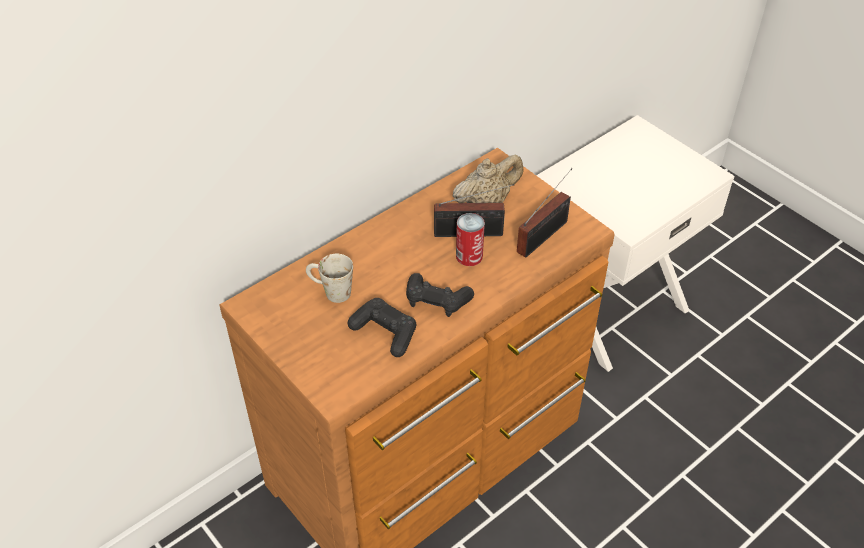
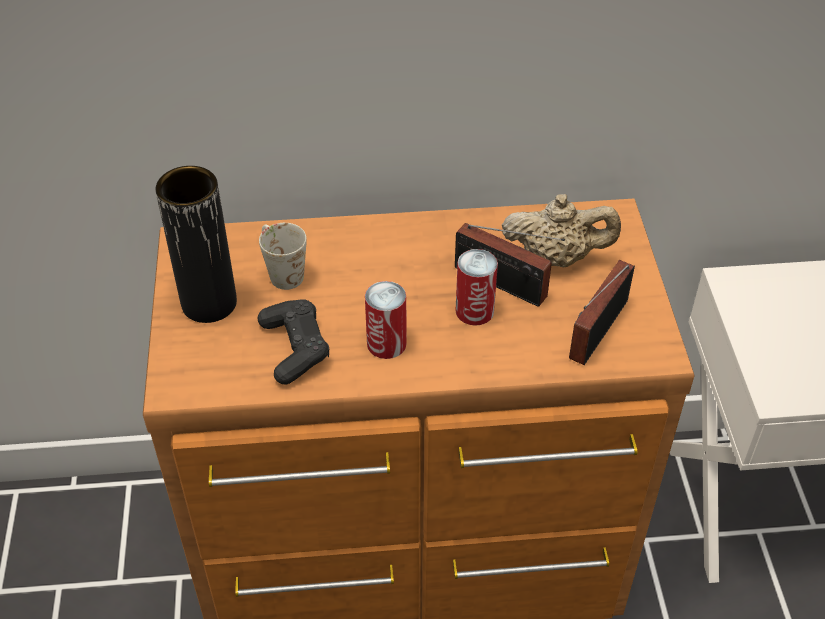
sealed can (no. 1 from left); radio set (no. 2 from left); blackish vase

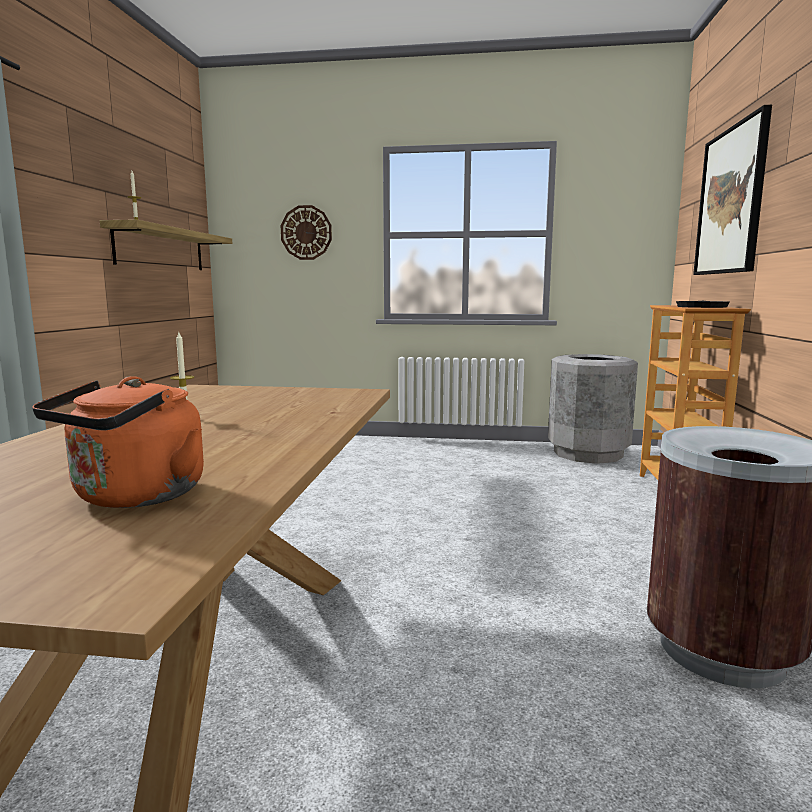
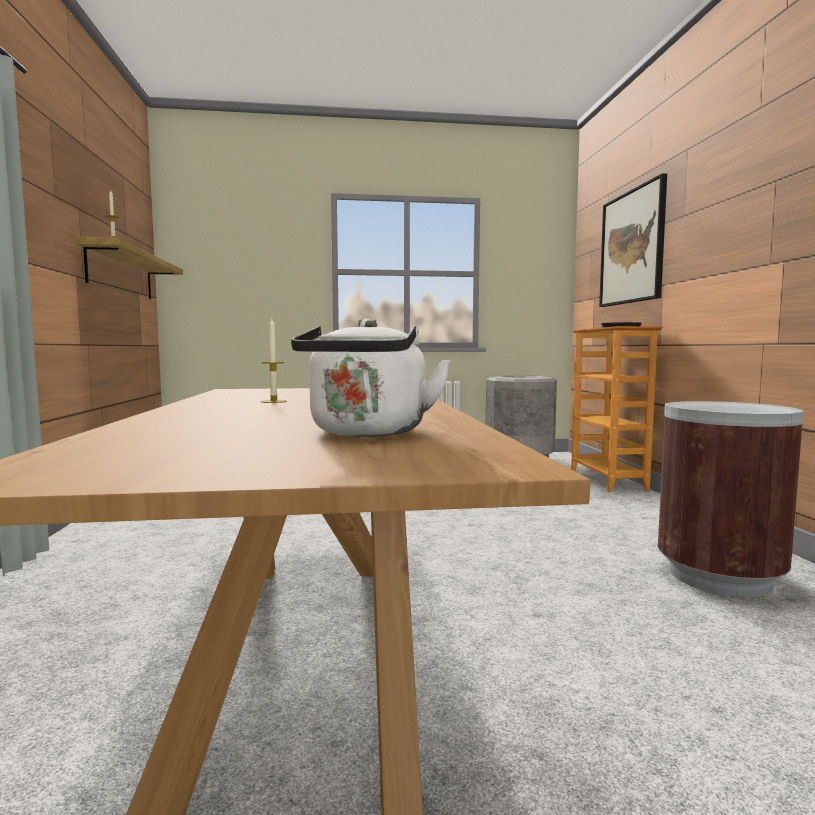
white-coloured kettle; clock on the wall

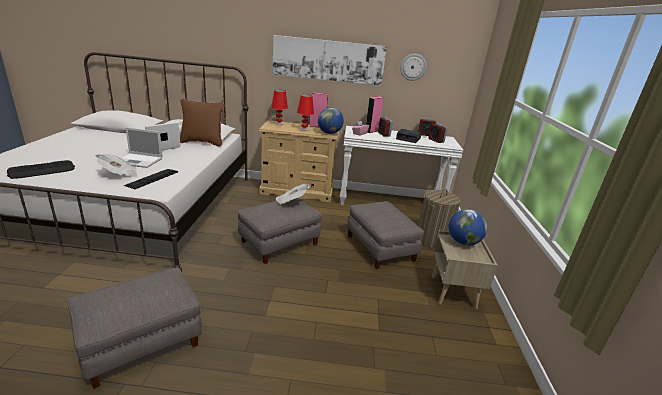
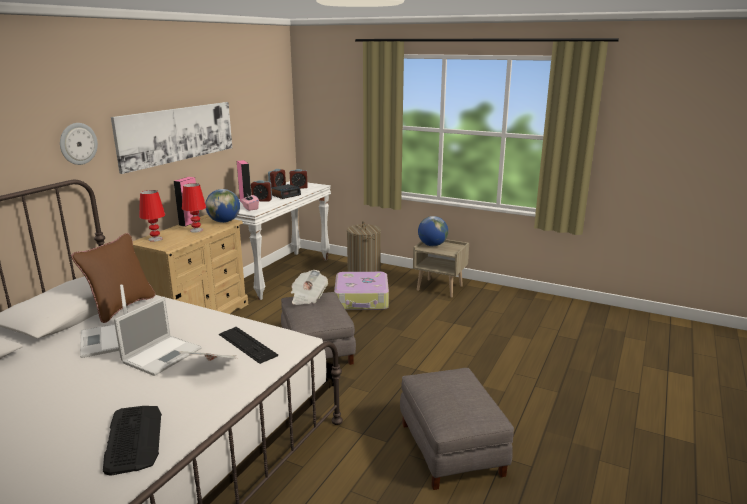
suitcase; clock on the wall

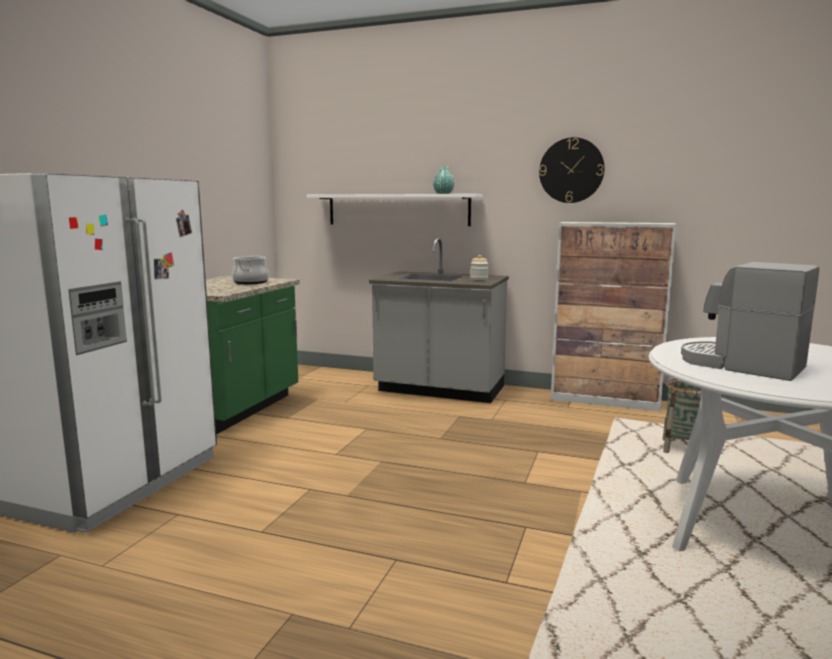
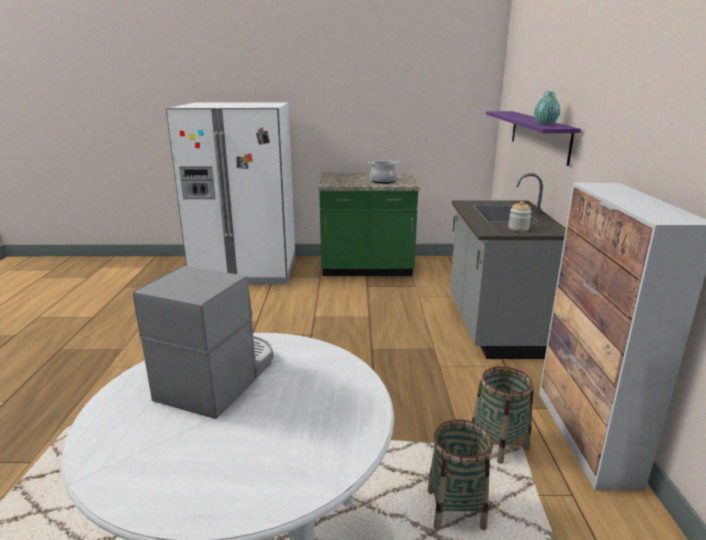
purple wall shelf; clock on the wall; household basket (no. 2 from left)

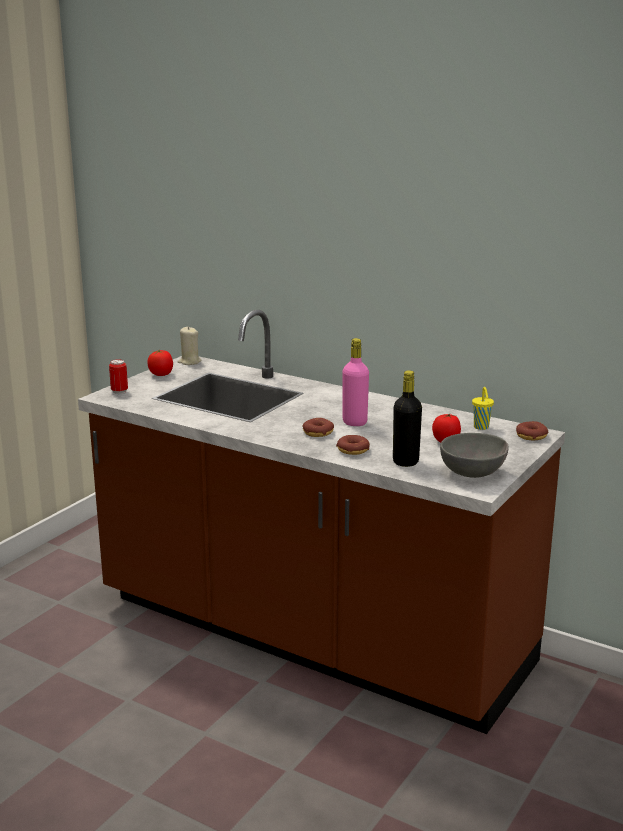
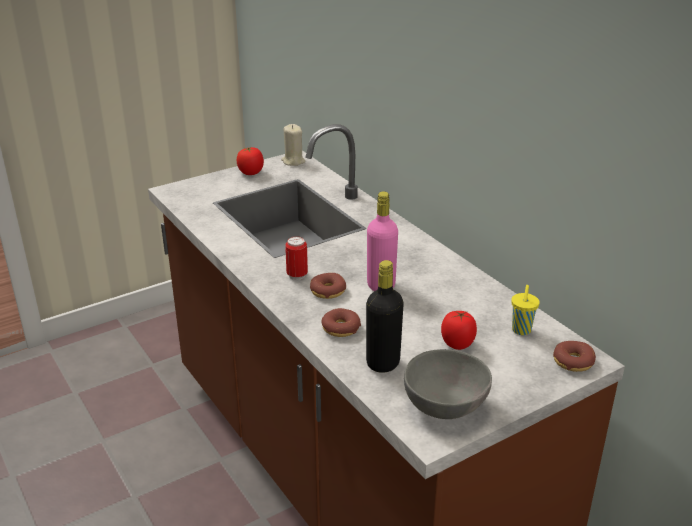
sealed can

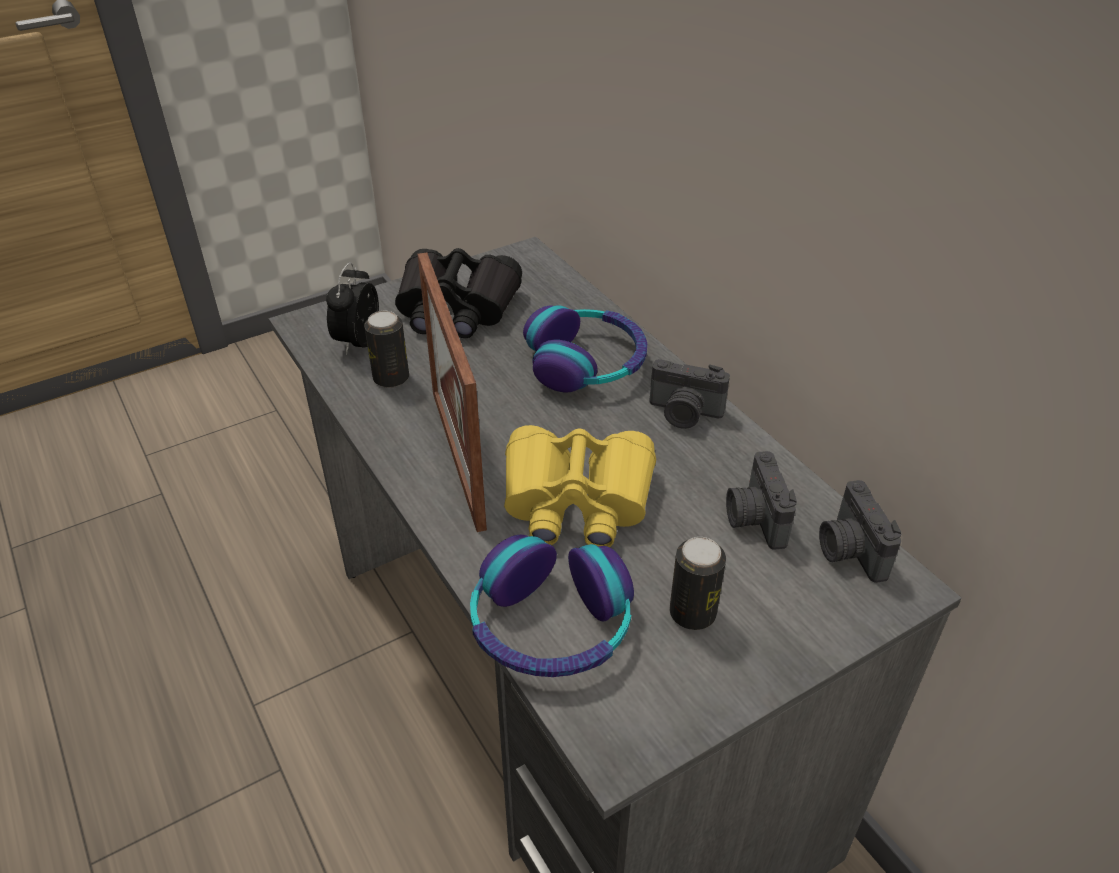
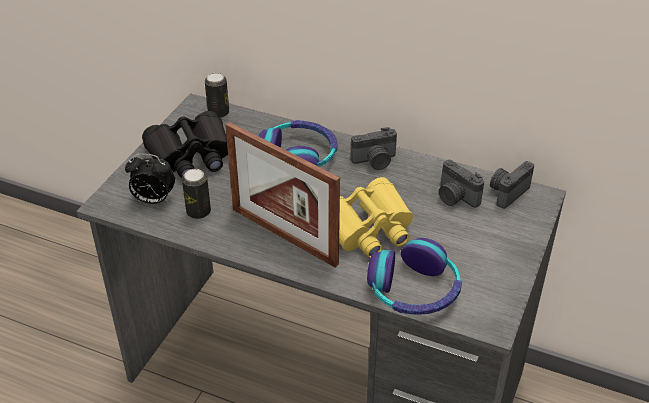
alarm clock; sealed can (no. 2 from left); photo camera (no. 3 from left)

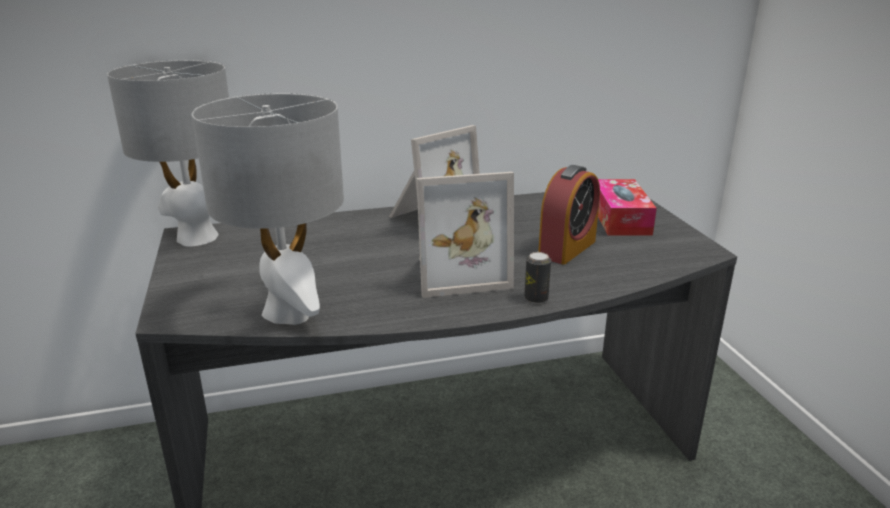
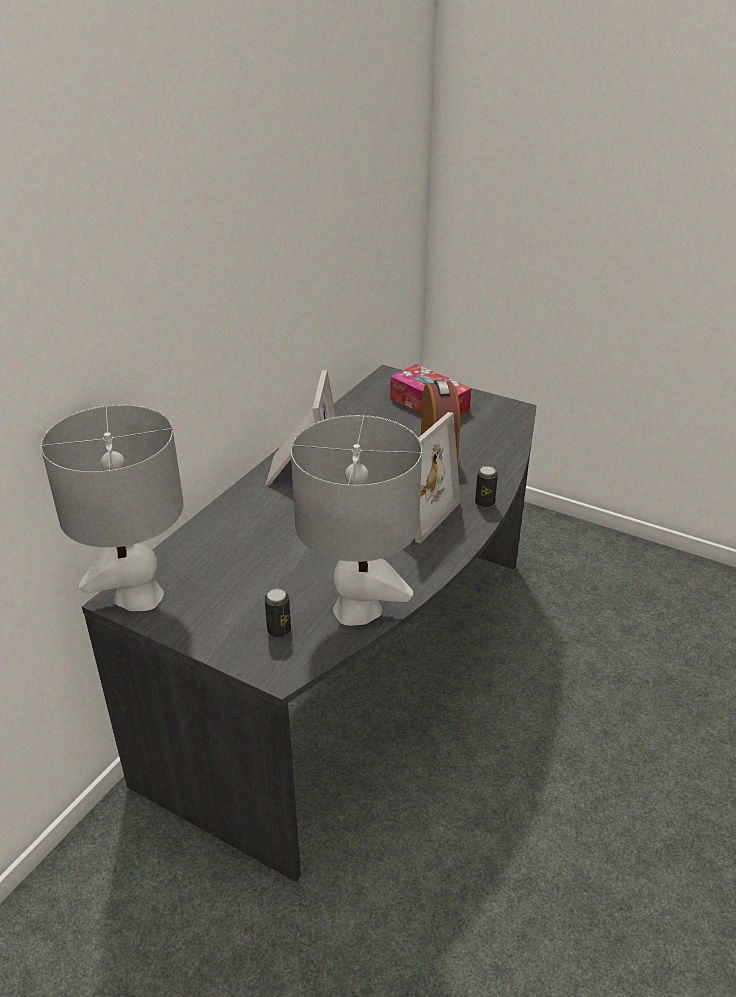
sealed can (no. 1 from left)

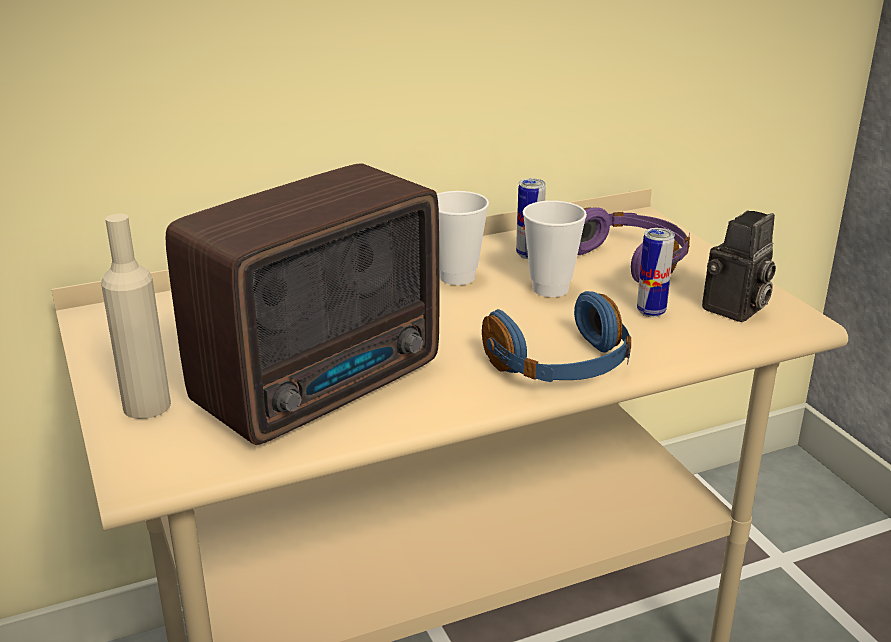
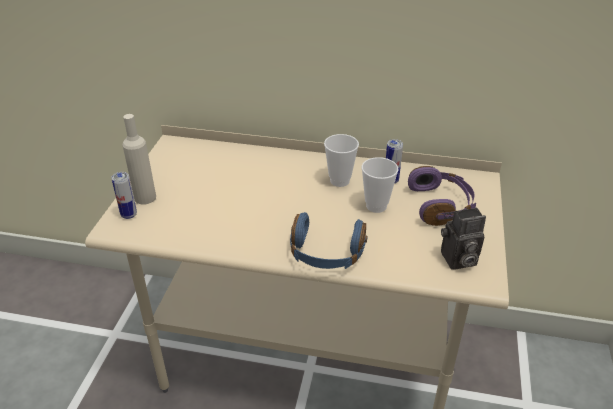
radio set; sealed can (no. 1 from left)

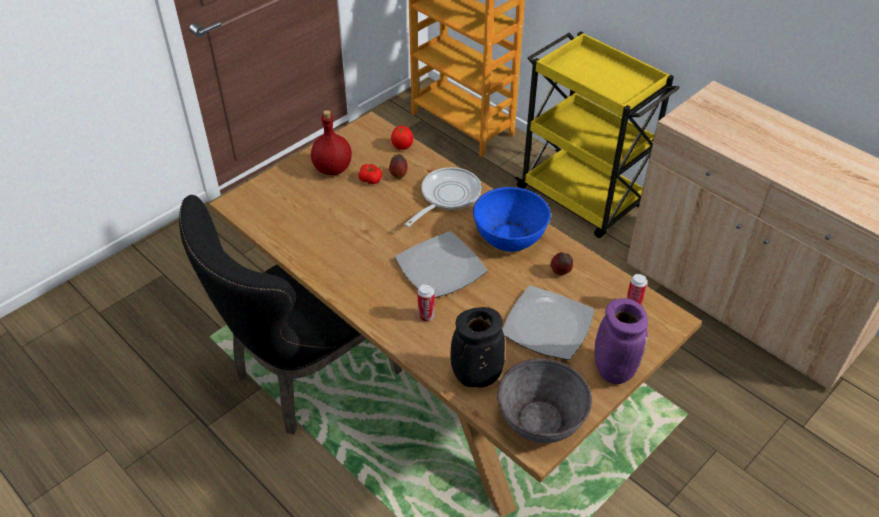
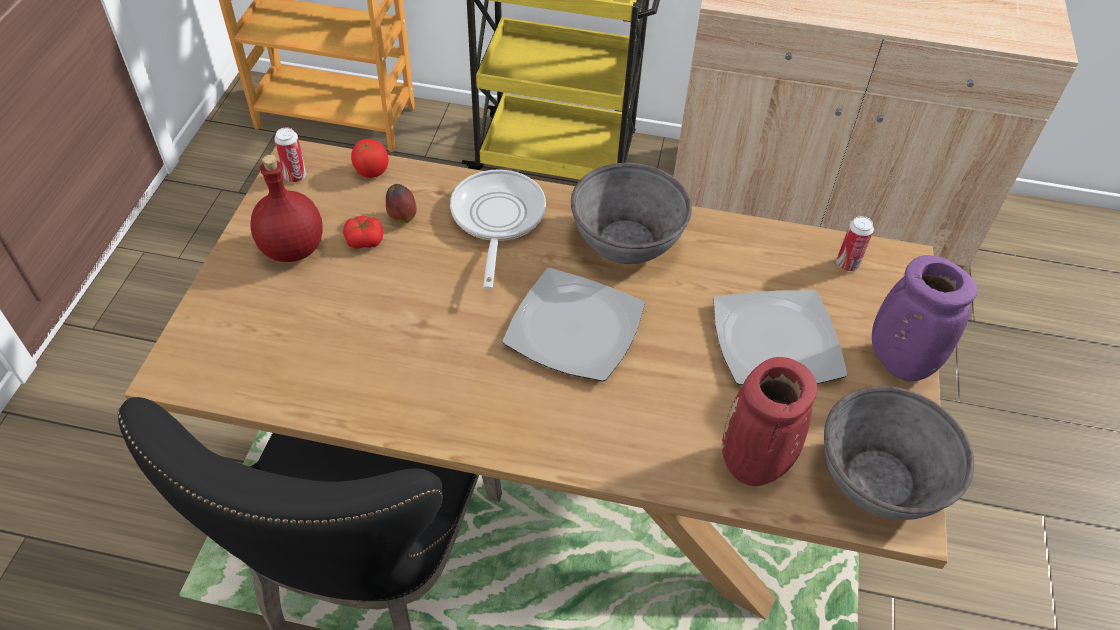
sealed can (no. 1 from left); red vase; grey bowl (no. 1 from left); apple fruit (no. 2 from left in the first image)

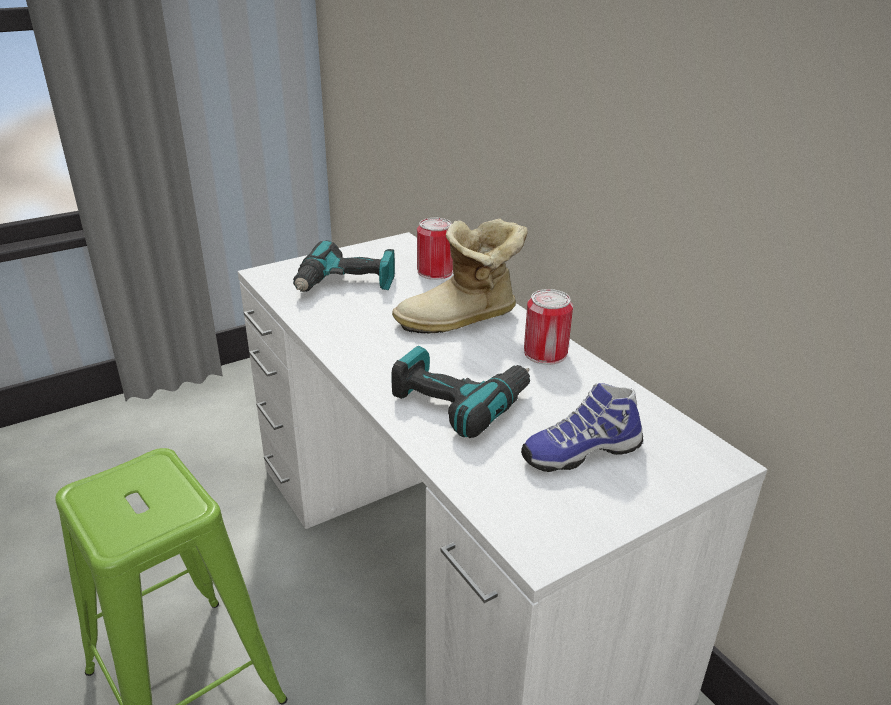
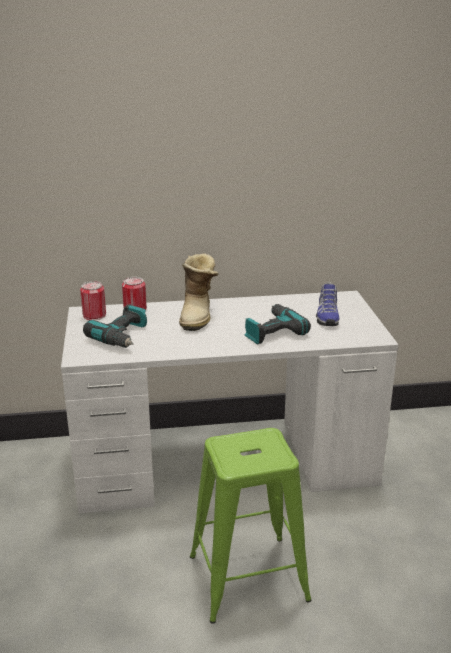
sealed can (no. 1 from left)

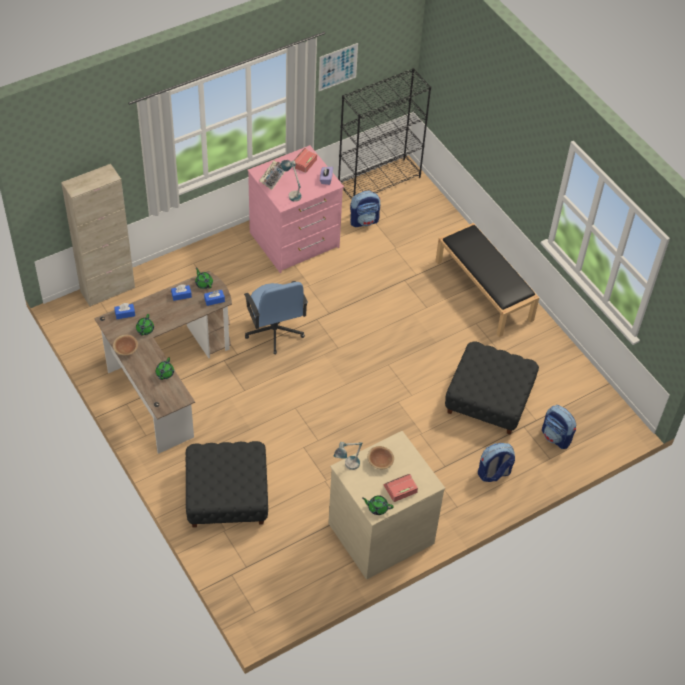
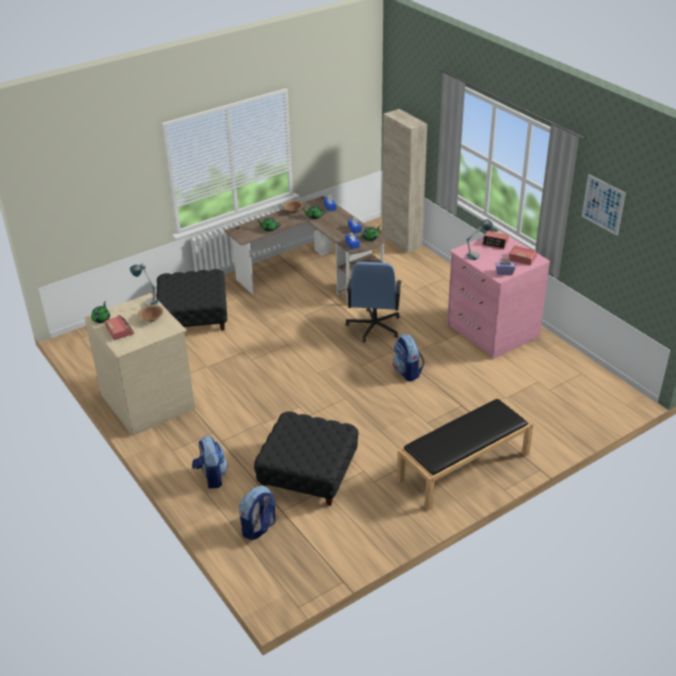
blue computer chair; alarm clock (no. 2 from left); blackish bookcase; rucksack (no. 3 from left)

